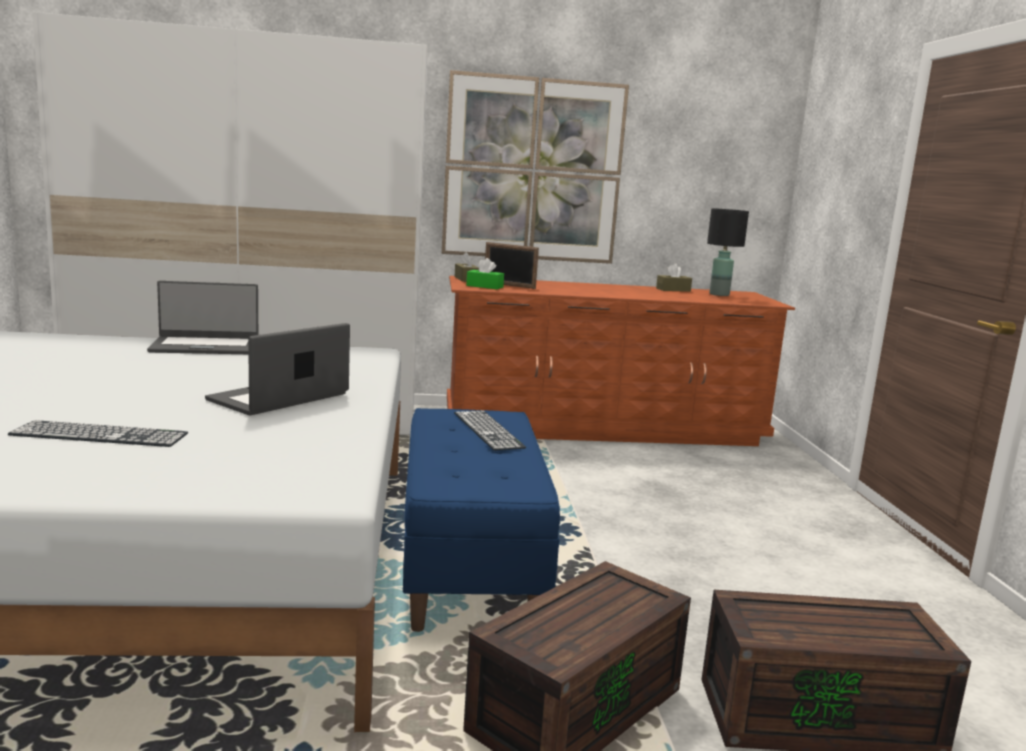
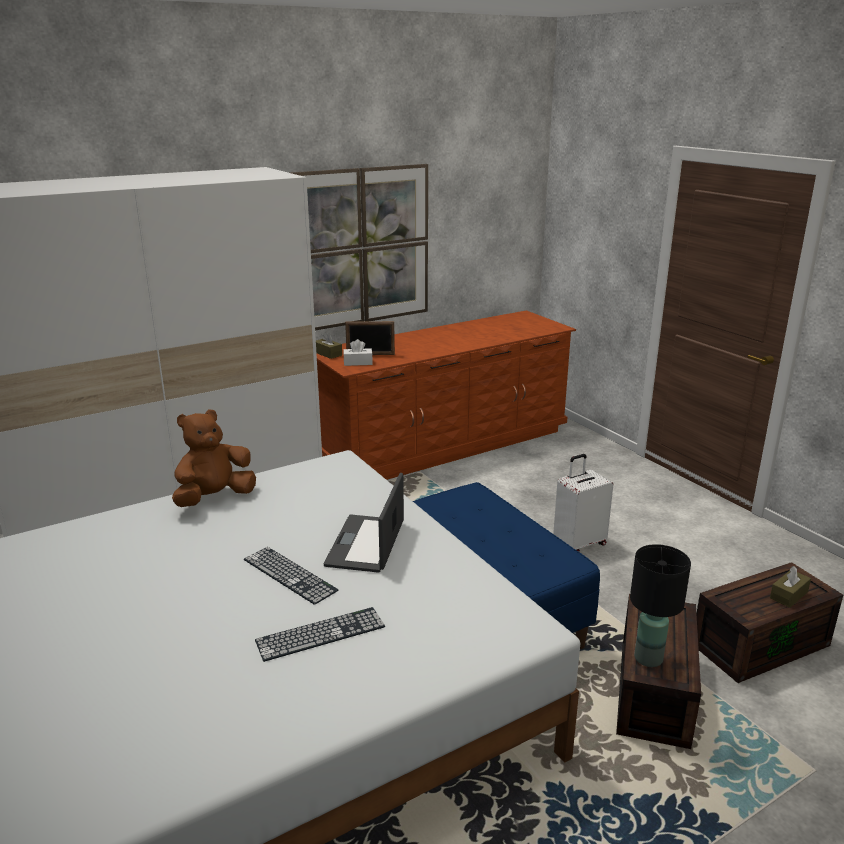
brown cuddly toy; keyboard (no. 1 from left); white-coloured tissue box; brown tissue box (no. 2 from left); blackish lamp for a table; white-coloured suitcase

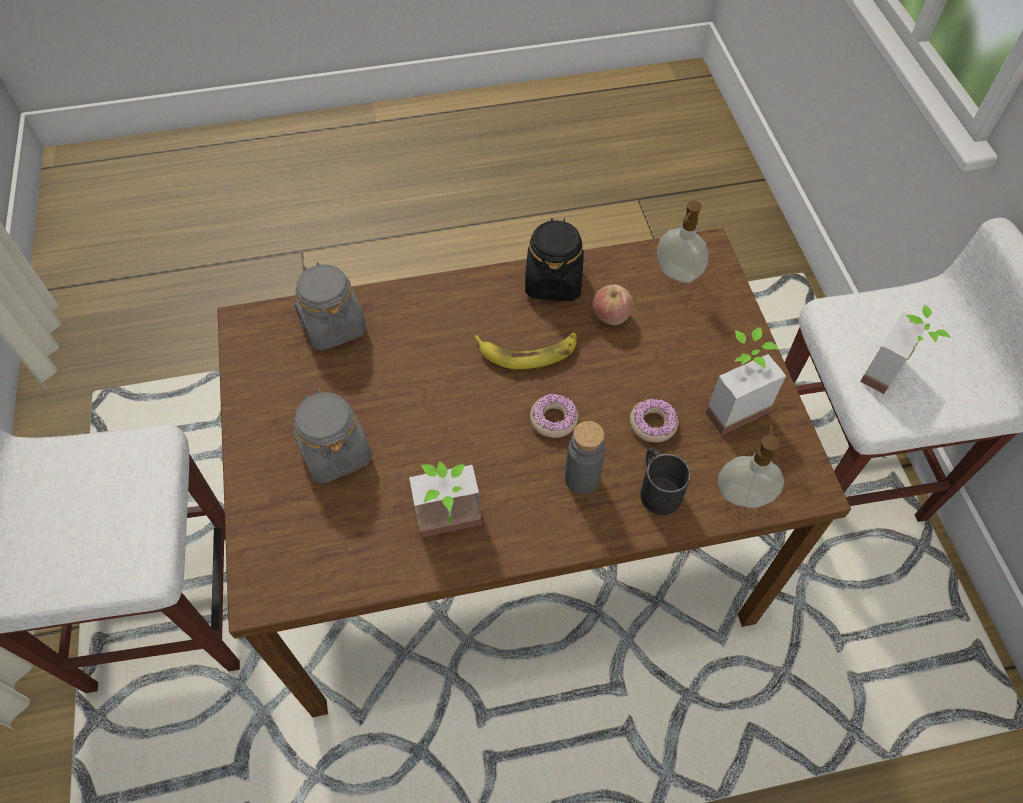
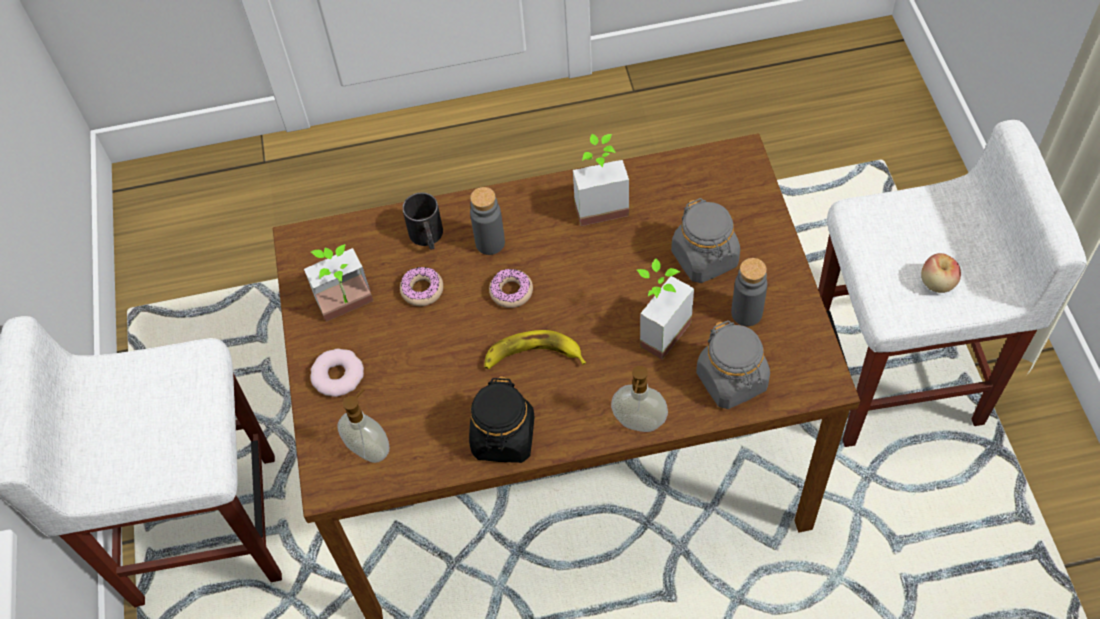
apple fruit; liquid soap bottle (no. 2 from left); houseplant (no. 3 from left); doughnut (no. 1 from left); grey drink bottle (no. 2 from left)

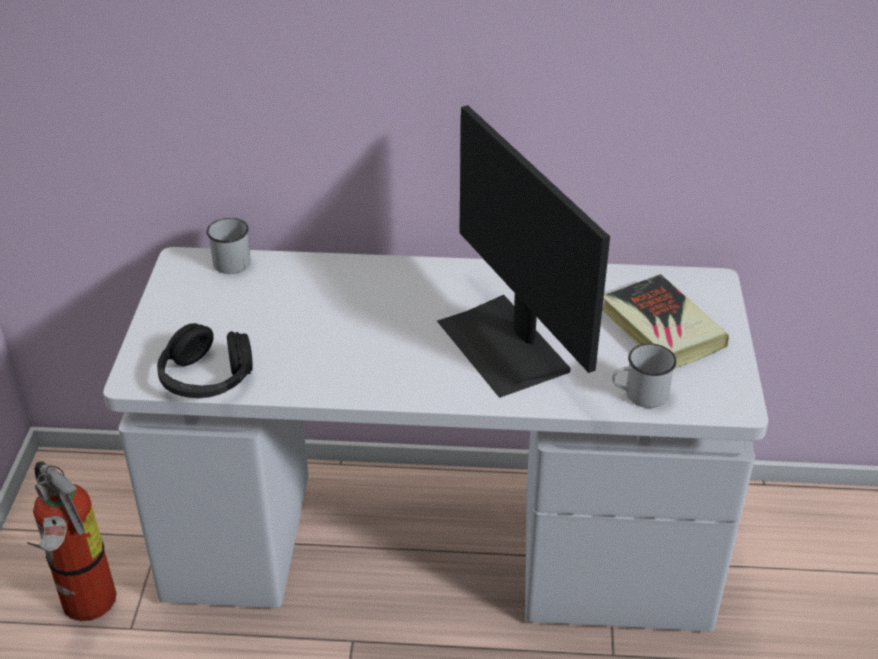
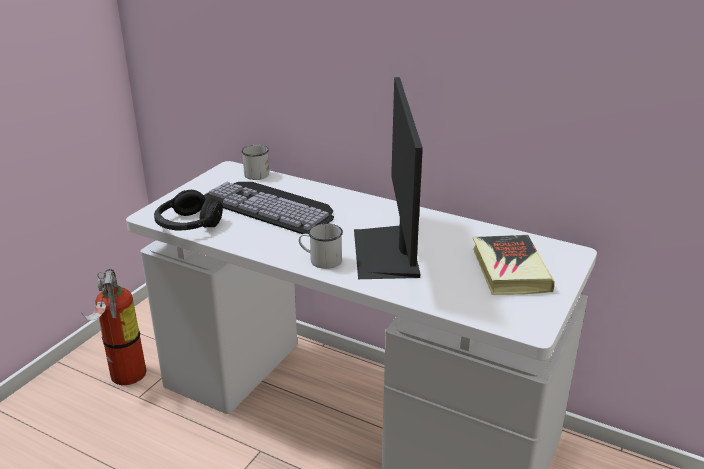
white-coloured tea mug (no. 2 from left); keyboard

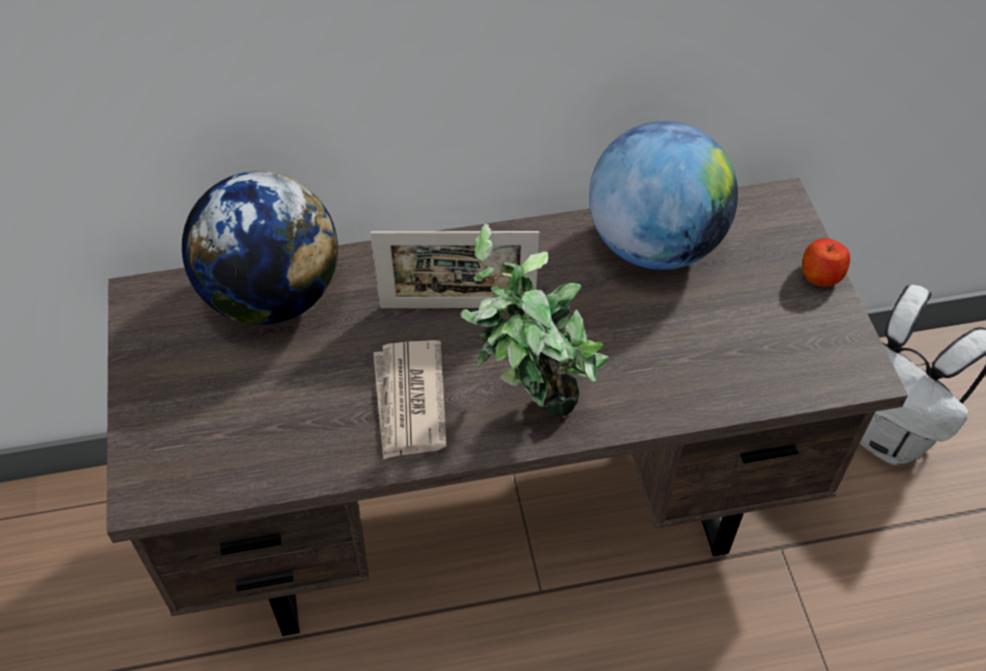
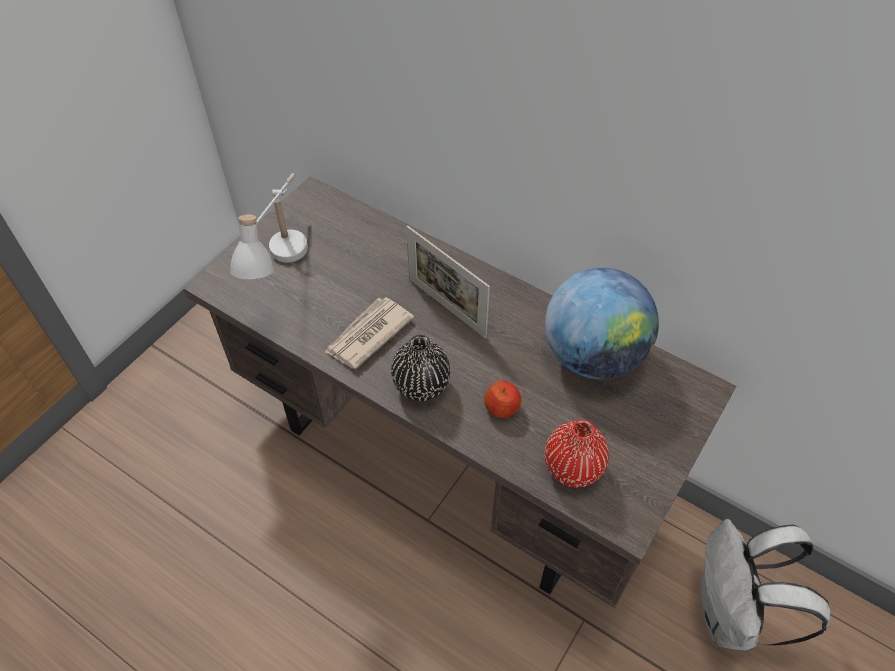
world globe (no. 1 from left in the first image); blackish vase; apple fruit; white-coloured lamp for a table; red vase

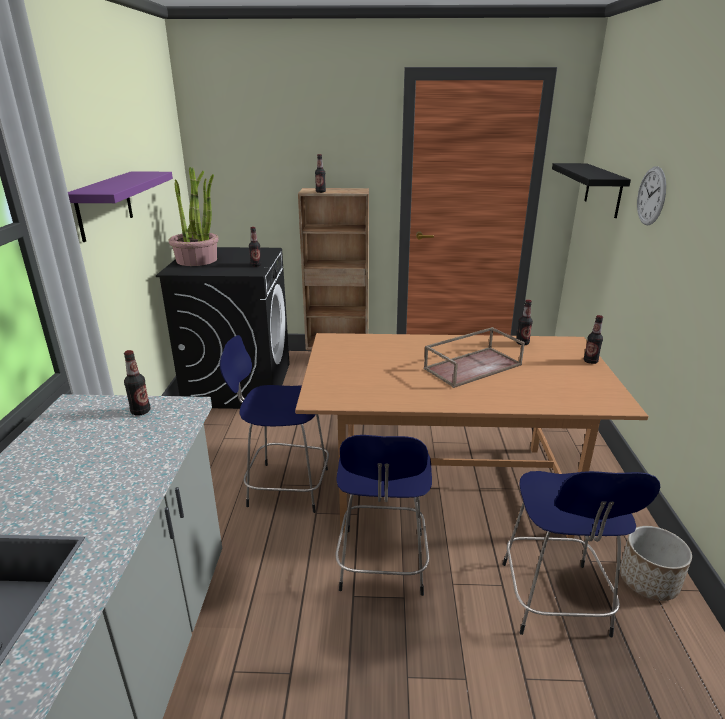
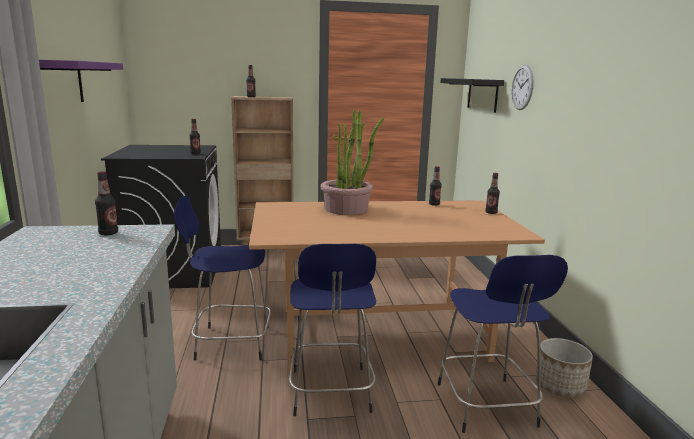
houseplant; brown tray

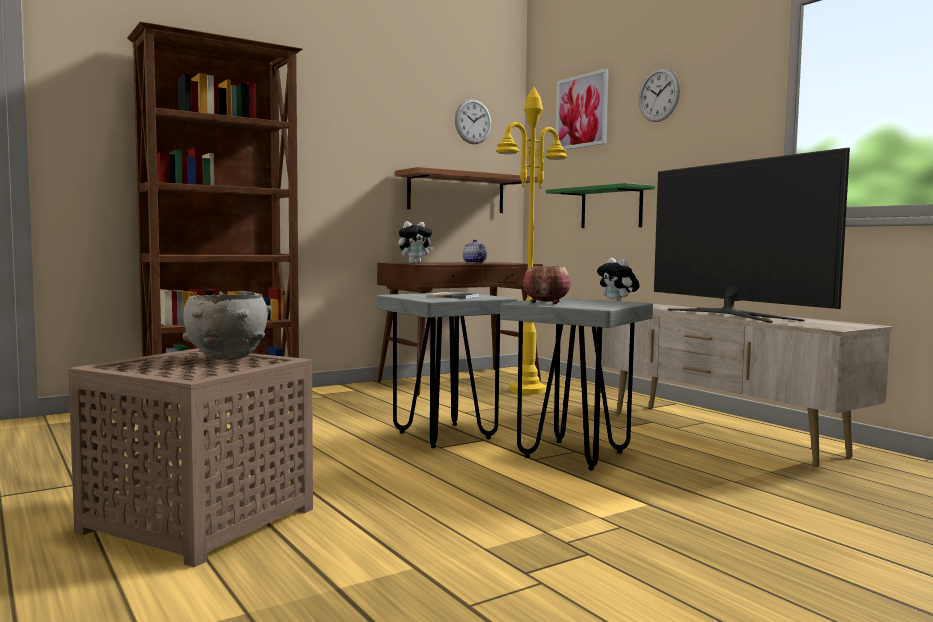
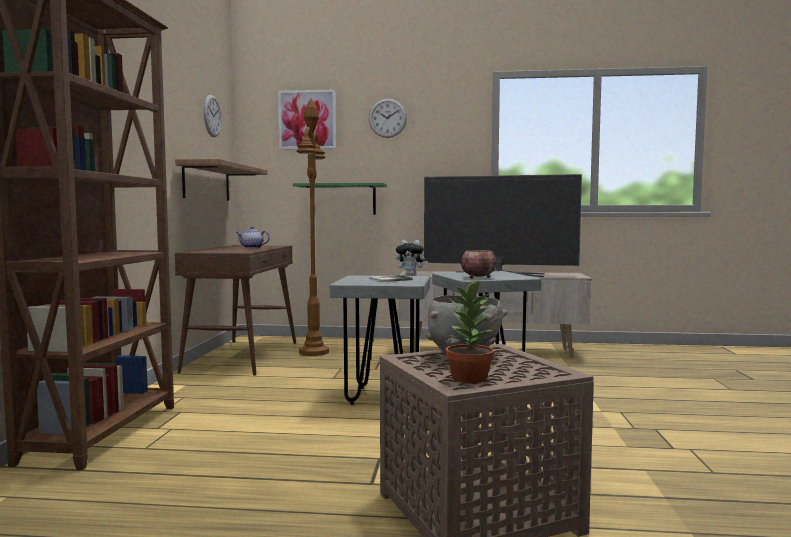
cuddly toy (no. 1 from left in the first image); brown standard lamp; houseplant

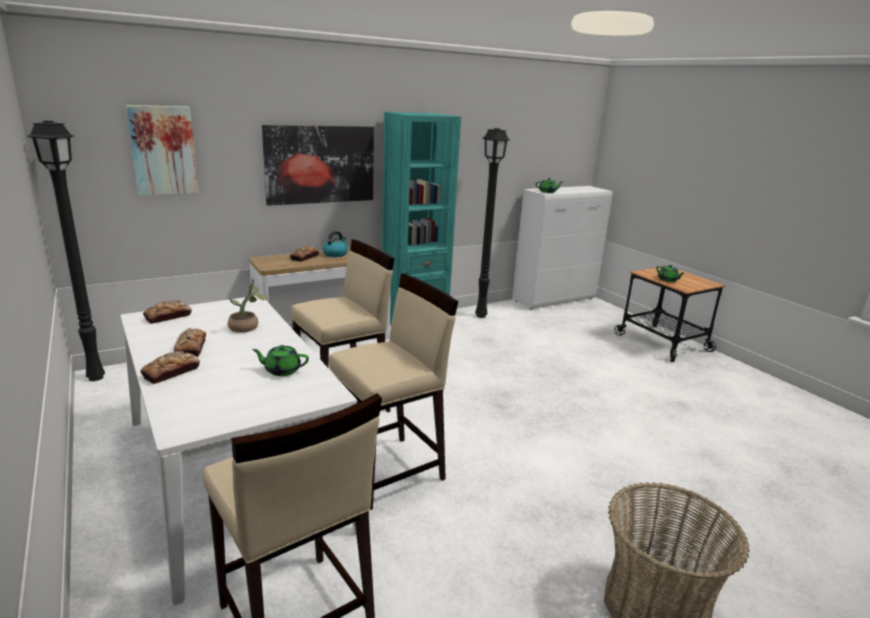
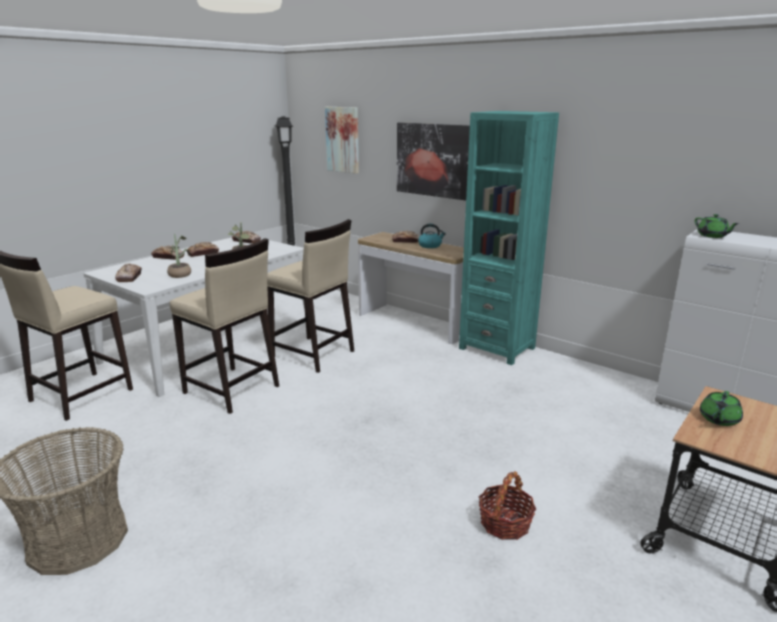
houseplant (no. 1 from left); blackish standard lamp (no. 2 from left in the first image); bakery bread (no. 1 from left); household basket (no. 2 from left)

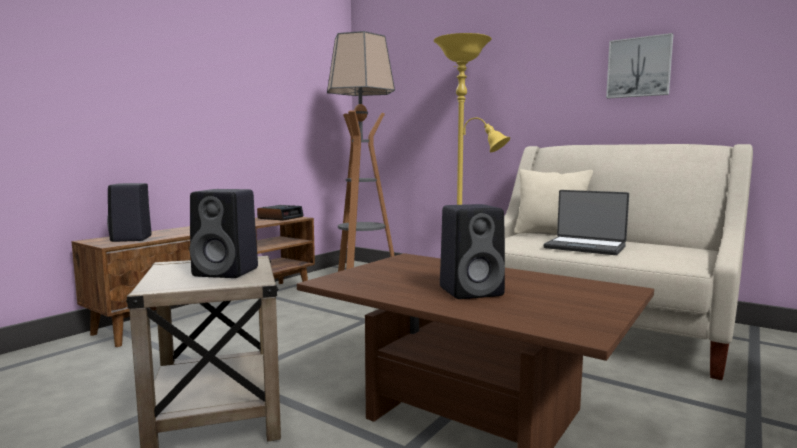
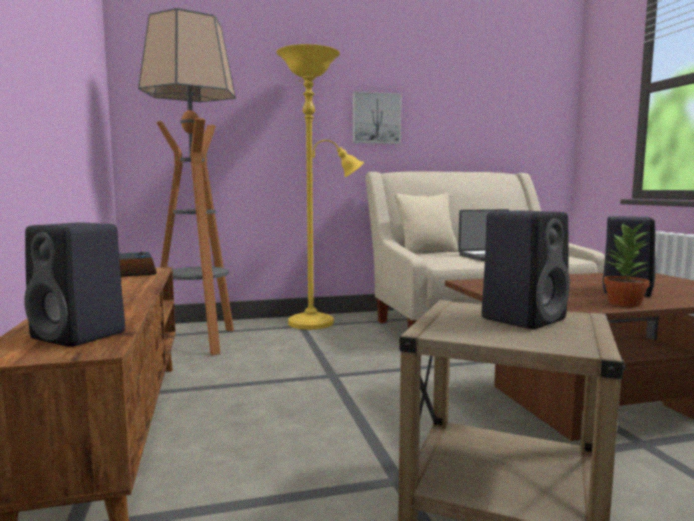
picture; houseplant

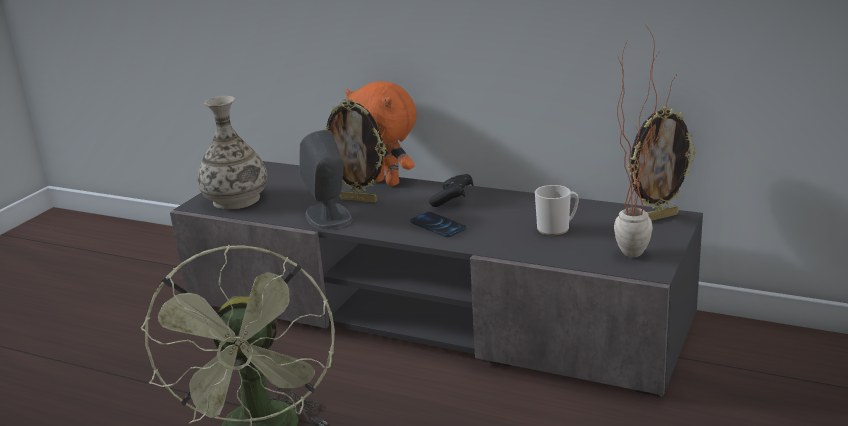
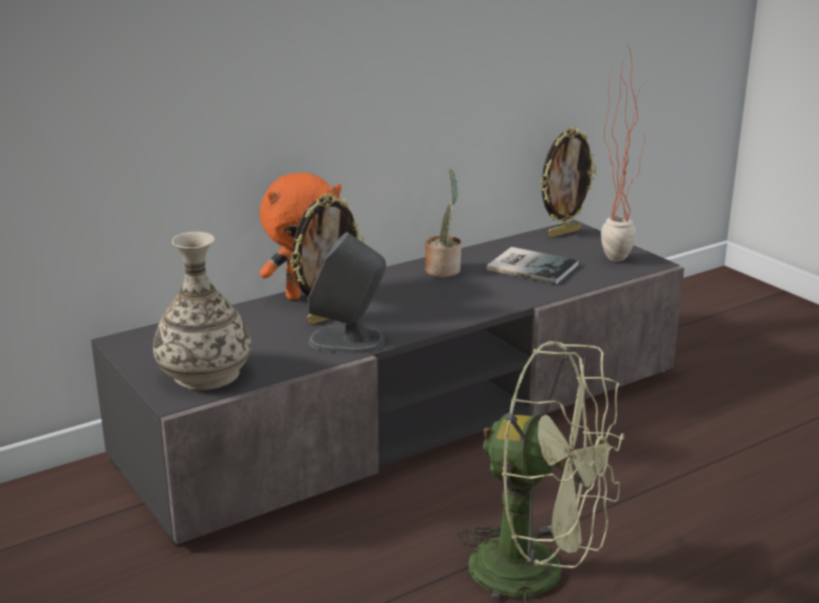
handset; blackish game controller; volume; standing frame (no. 2 from left); houseplant (no. 1 from left)

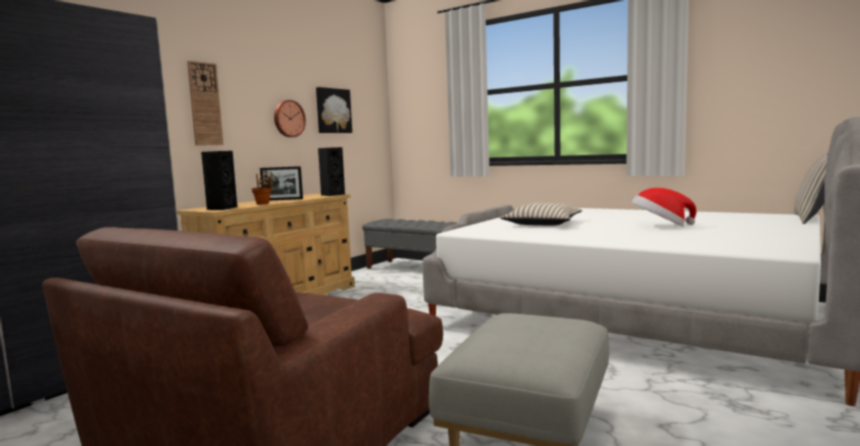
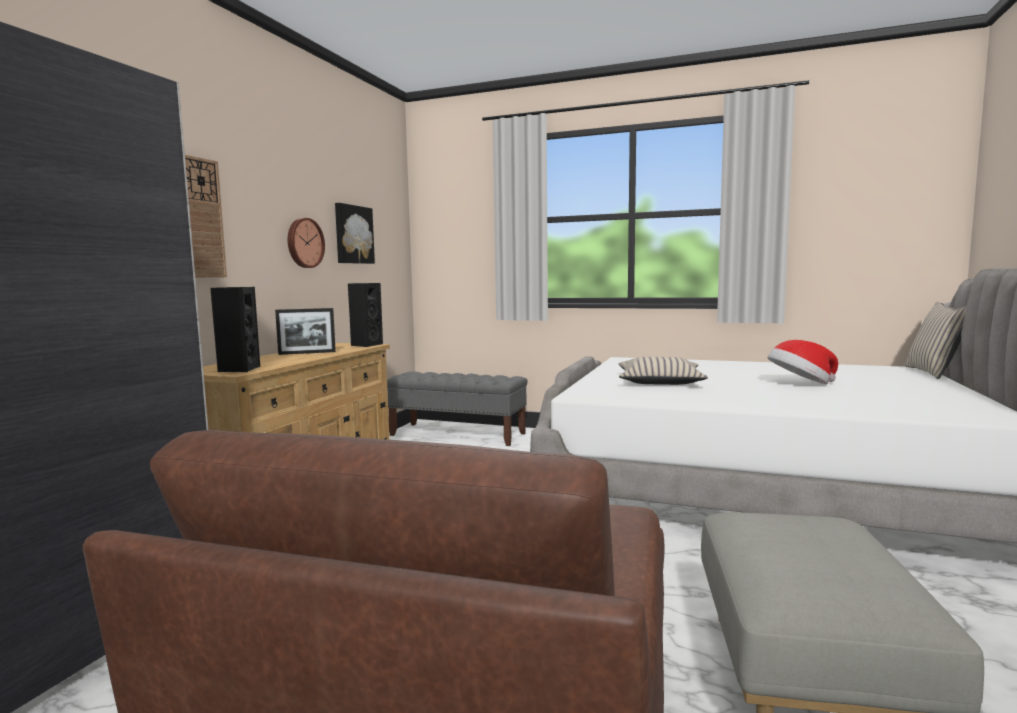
houseplant

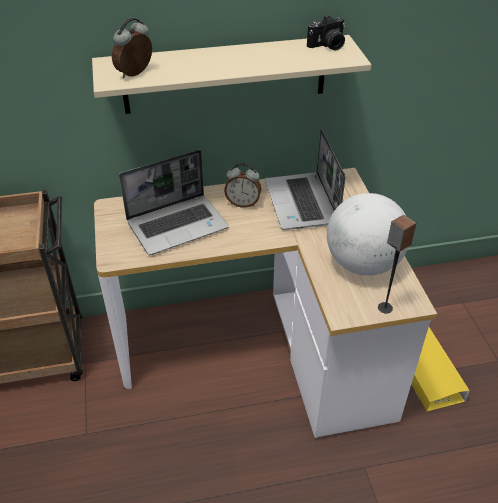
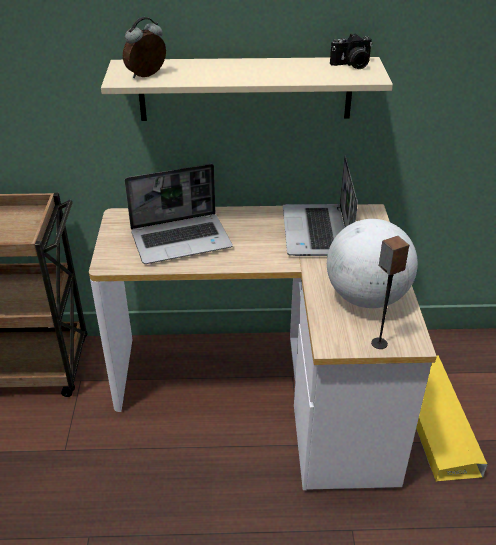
alarm clock (no. 2 from left in the first image)

